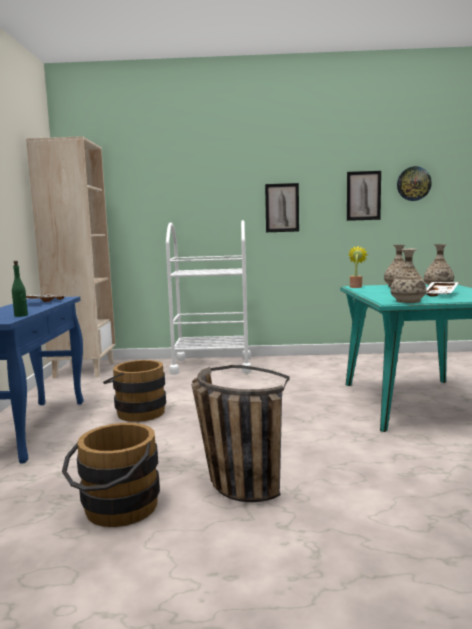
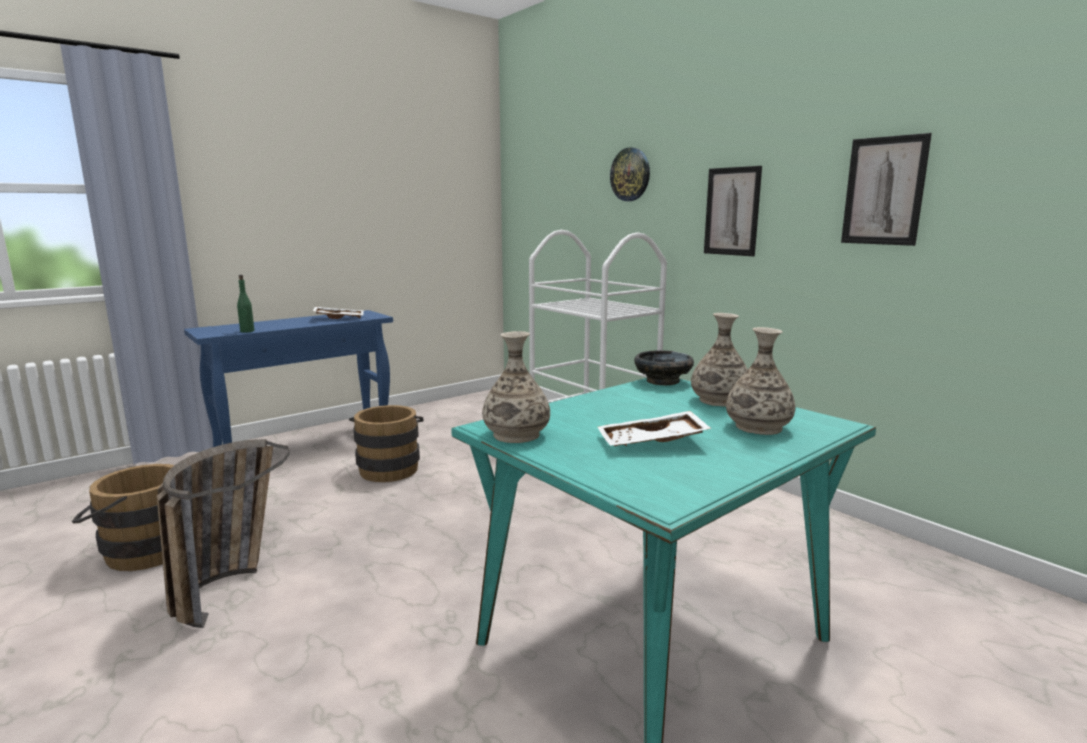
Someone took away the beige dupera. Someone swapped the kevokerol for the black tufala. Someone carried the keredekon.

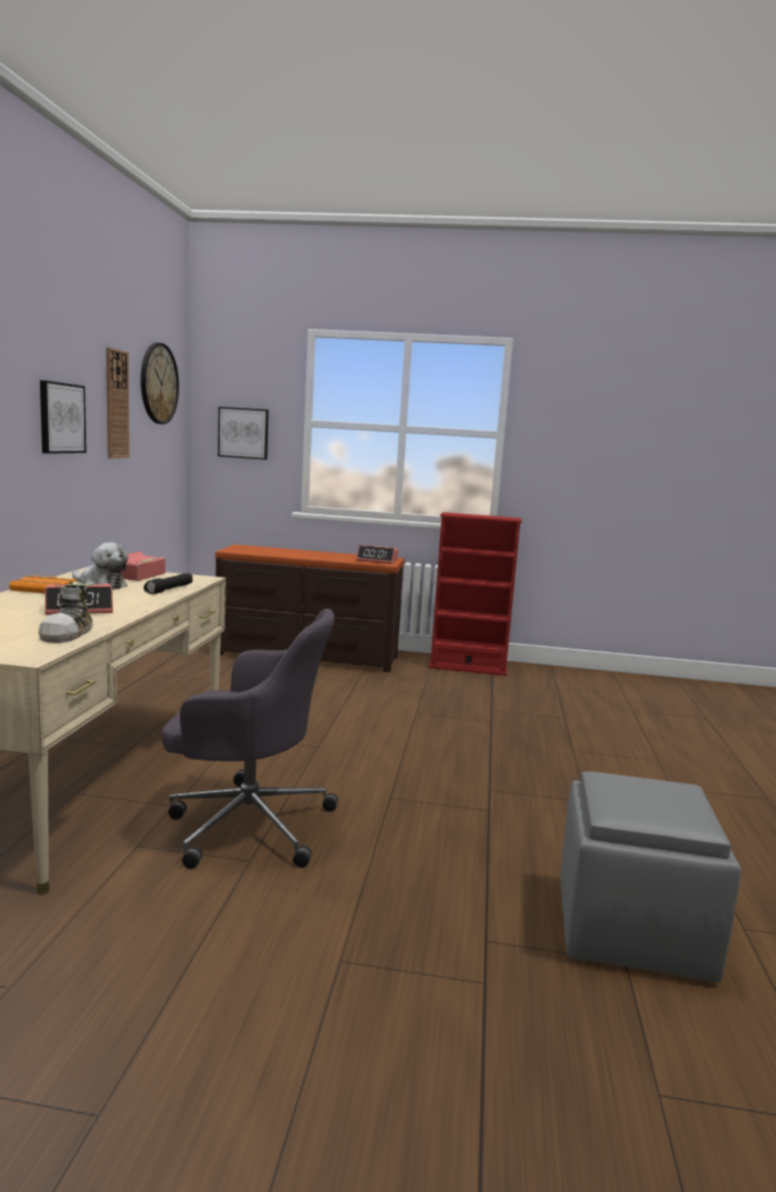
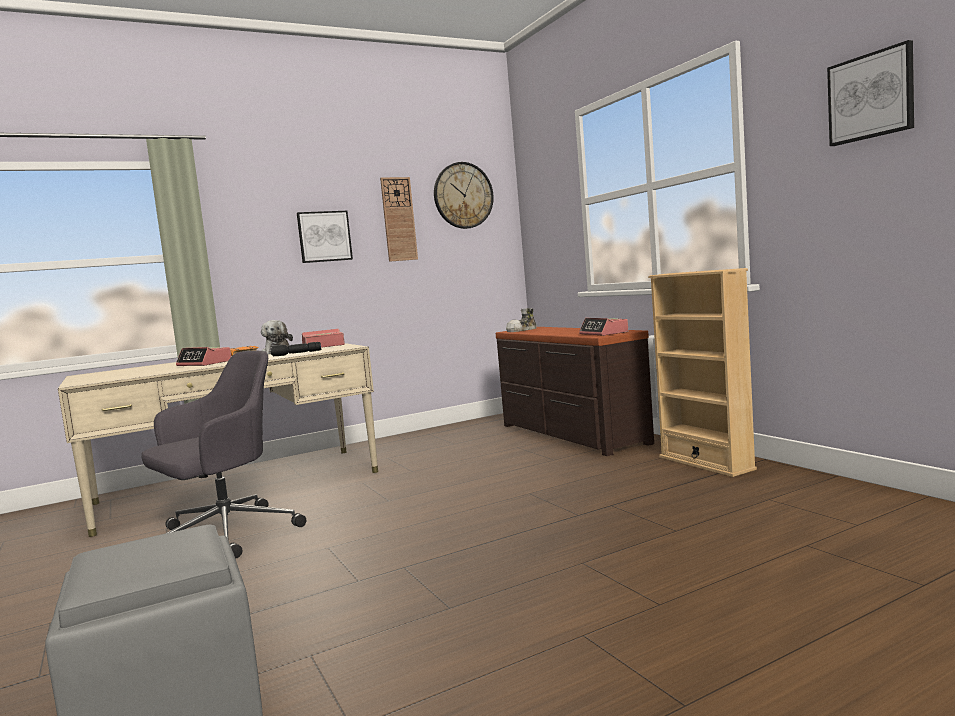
Someone carried the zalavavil. Someone rotated the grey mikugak by 105 degrees counterclockwise. Someone carried the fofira (no. 2 from left). Someone repainted the red dupera, which became the beige dupera.

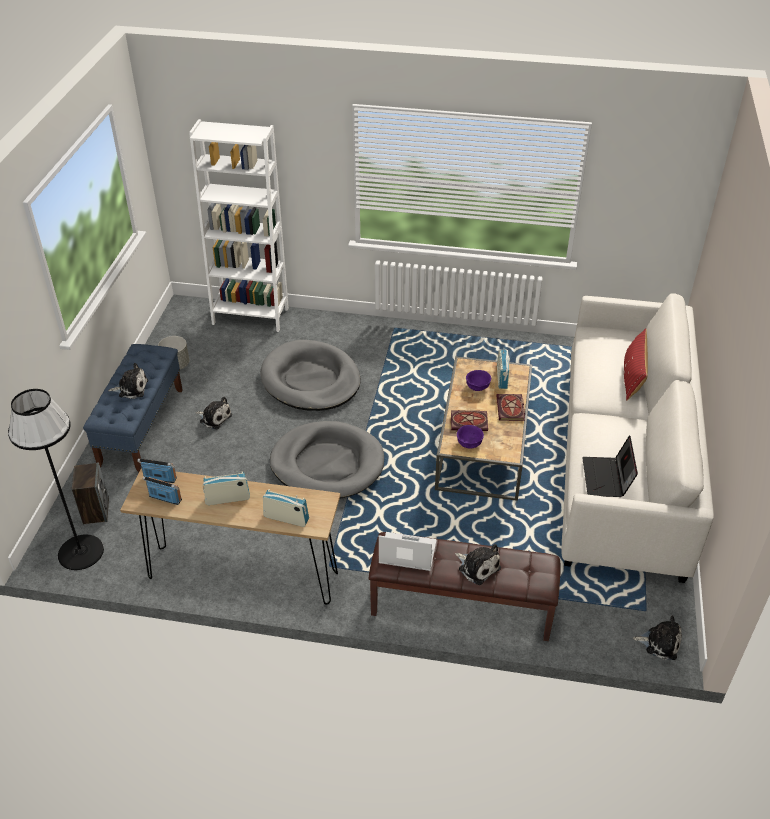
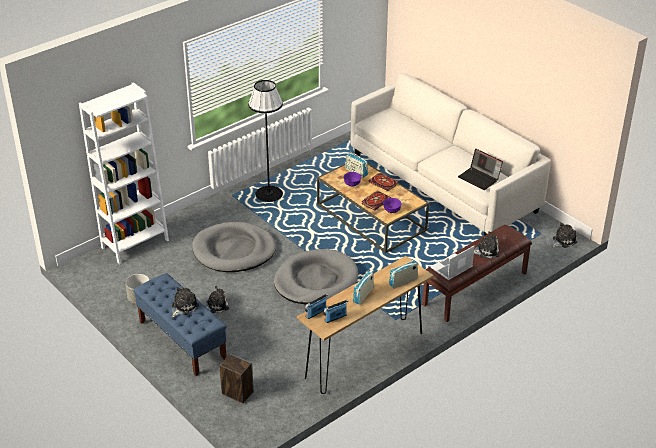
Someone carried the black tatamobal. Someone took away the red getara.

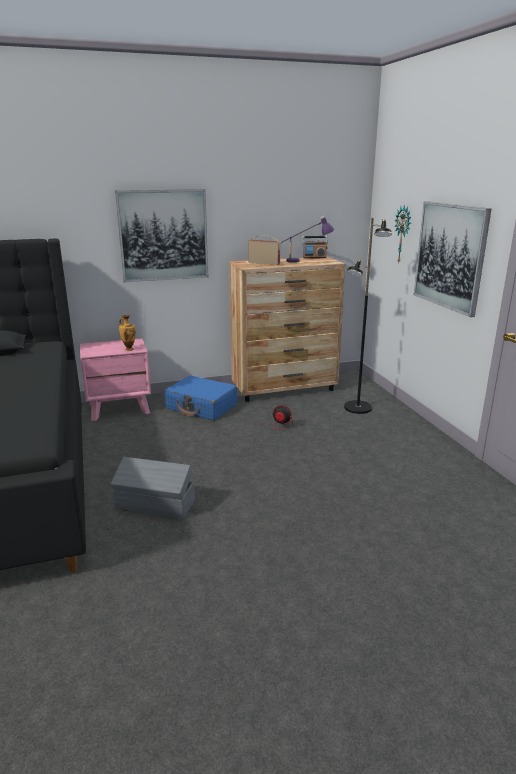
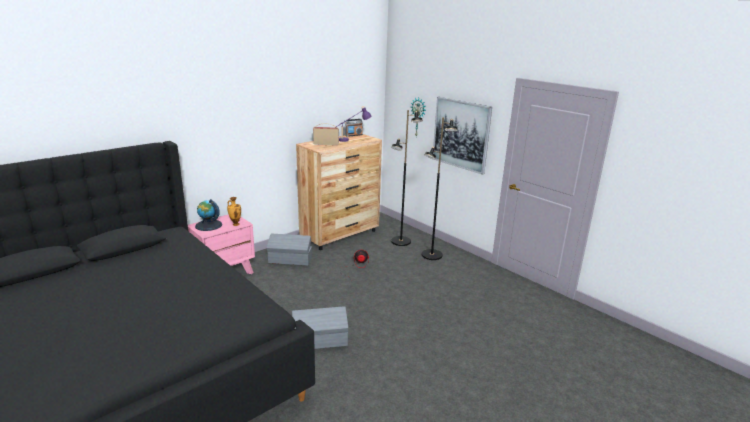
Someone took away the fofira (no. 1 from left). Someone swapped the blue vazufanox for the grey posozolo (no. 1 from left). Someone put down the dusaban. Someone put down the black tatamobal (no. 2 from left).

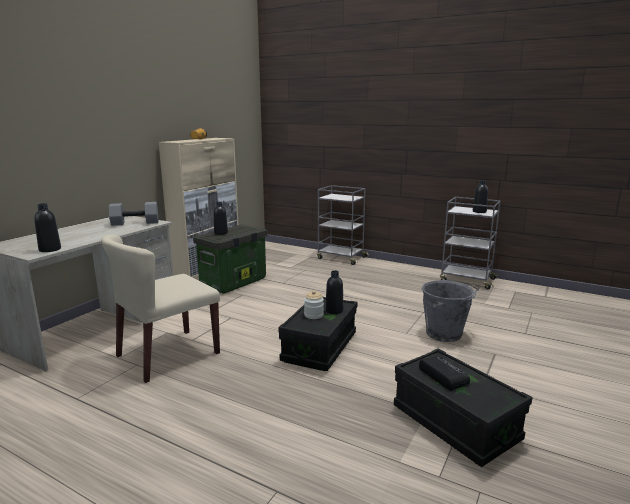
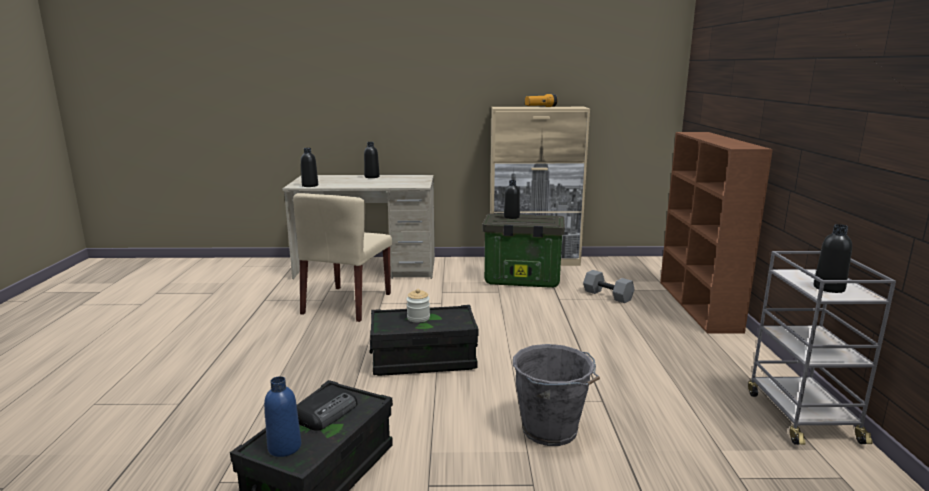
Someone rotated the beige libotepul by 90 degrees counterclockwise. Someone carried the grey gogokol. Someone swapped the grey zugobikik (no. 1 from left) for the brown dupera. Someone carried the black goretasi (no. 3 from left in the first image). Someone put down the blue goretasi.

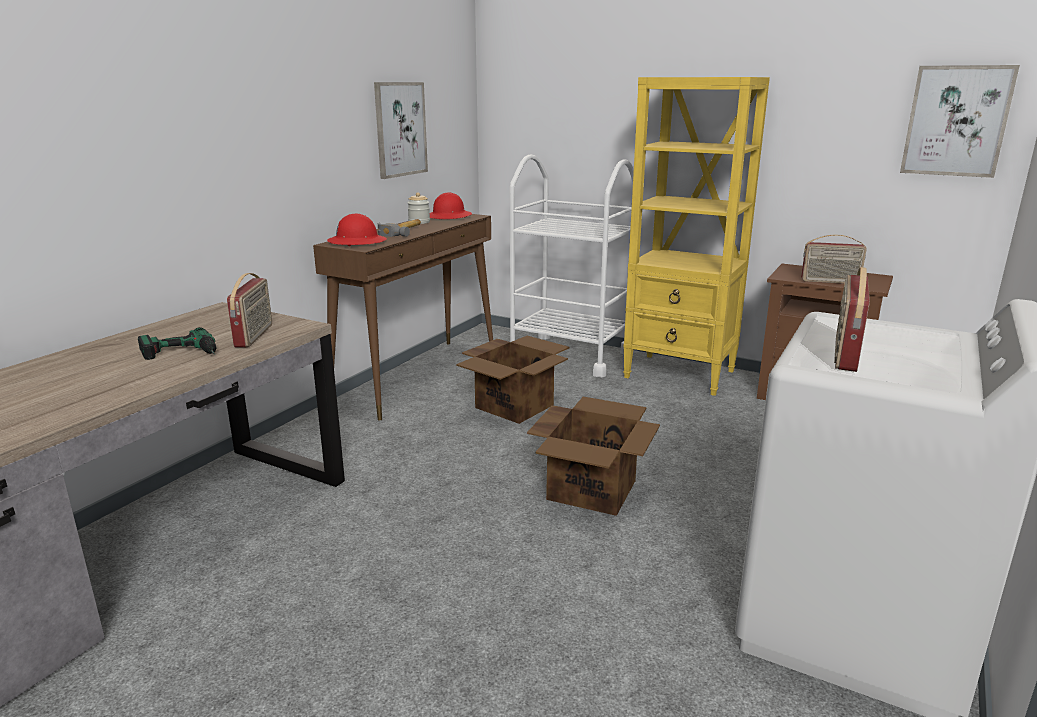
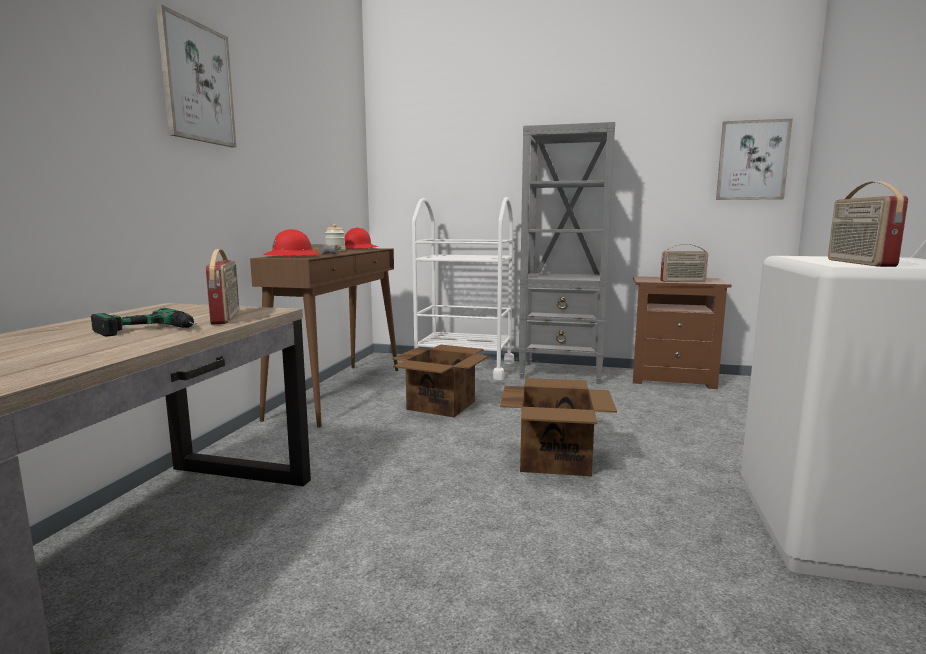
Someone carried the fofira (no. 1 from left). Someone repainted the yellow dupera, which became the grey dupera.

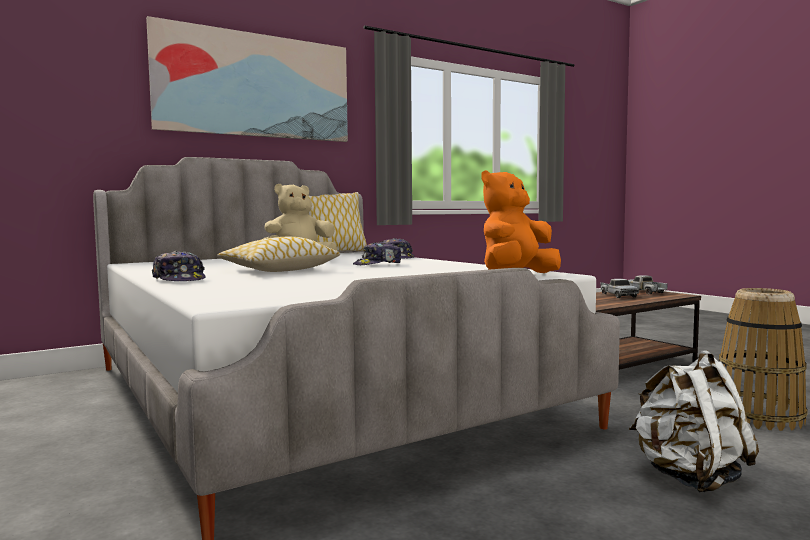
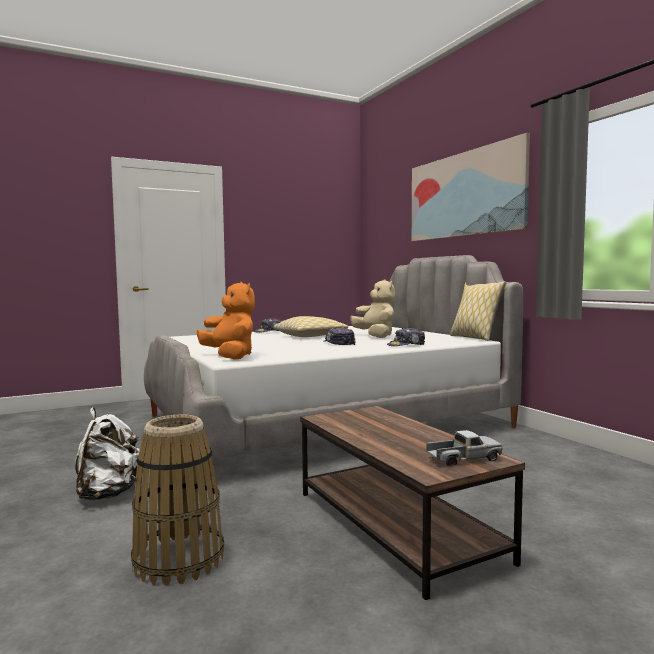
Someone took away the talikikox (no. 1 from left).

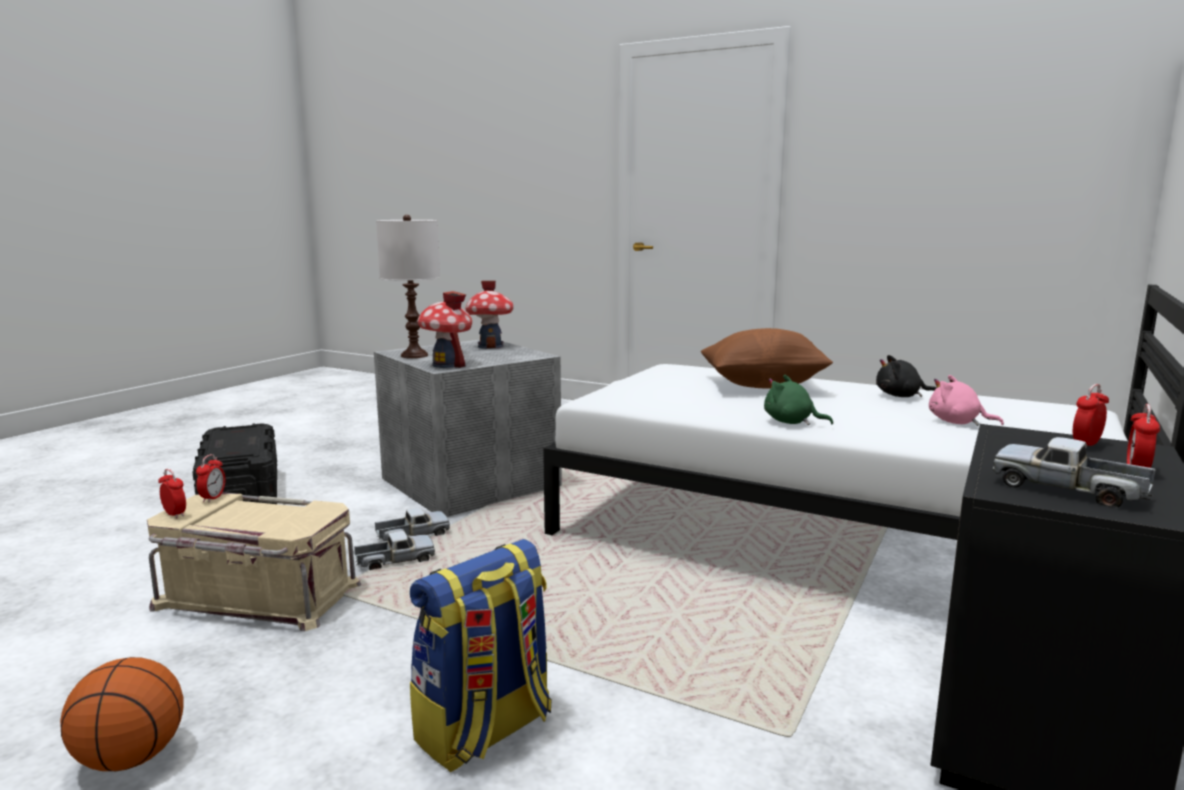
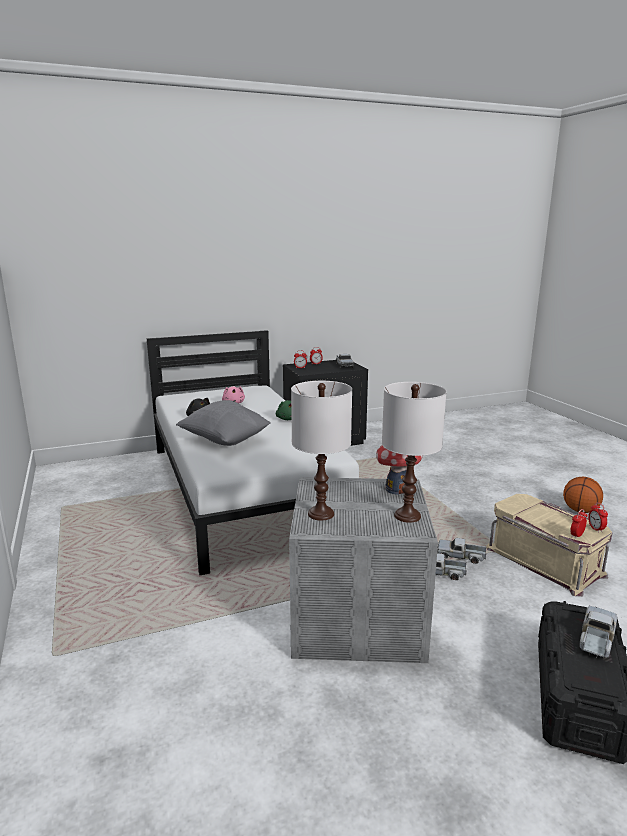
Someone took away the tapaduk. Someone swapped the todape (no. 2 from left) for the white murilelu (no. 1 from left). Someone repainted the brown getara, which became the grey getara. Someone put down the talikikox (no. 4 from left).

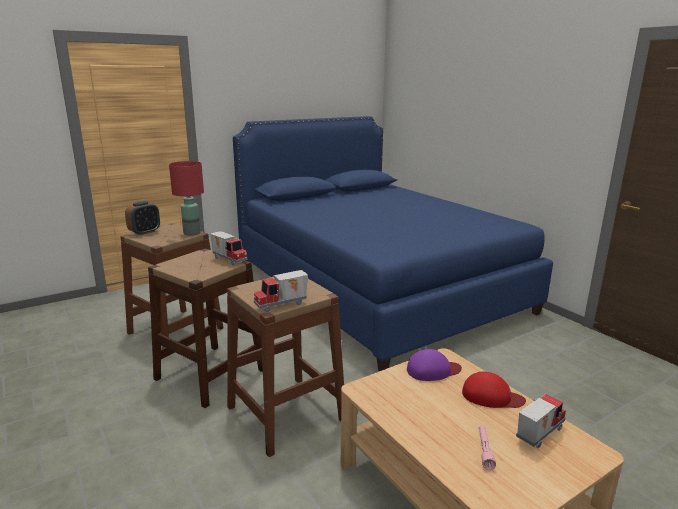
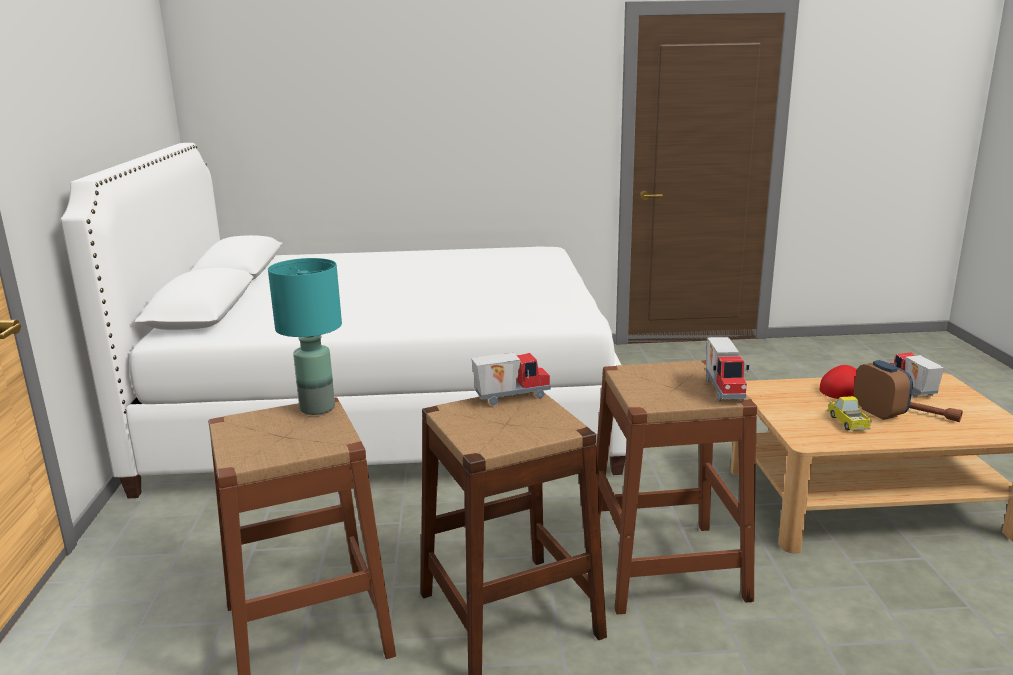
Someone carried the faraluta. Someone repainted the red murilelu, which became the turquoise murilelu. Someone repainted the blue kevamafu, which became the white kevamafu. Someone took away the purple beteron. Someone repainted the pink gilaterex, which became the brown gilaterex. Someone put down the talikikox (no. 3 from left).

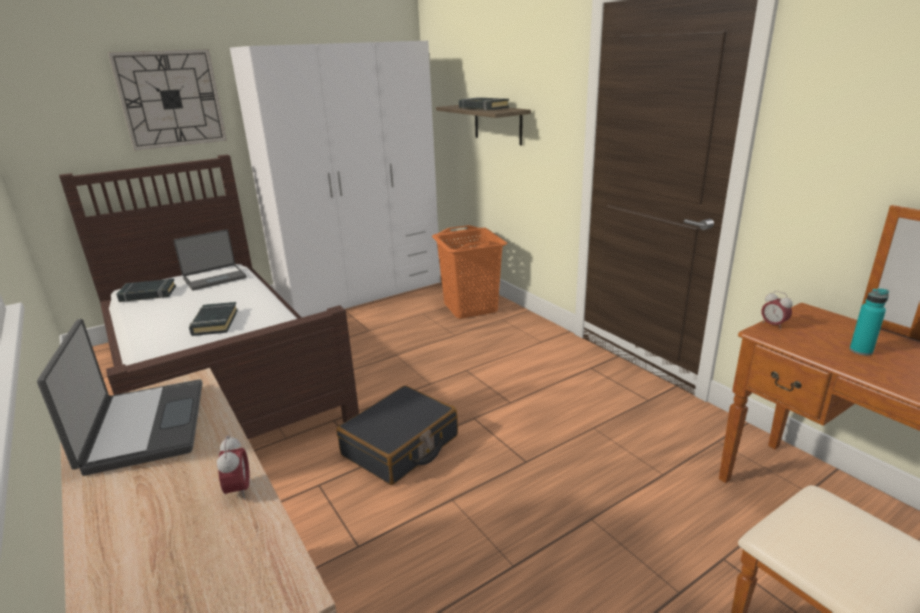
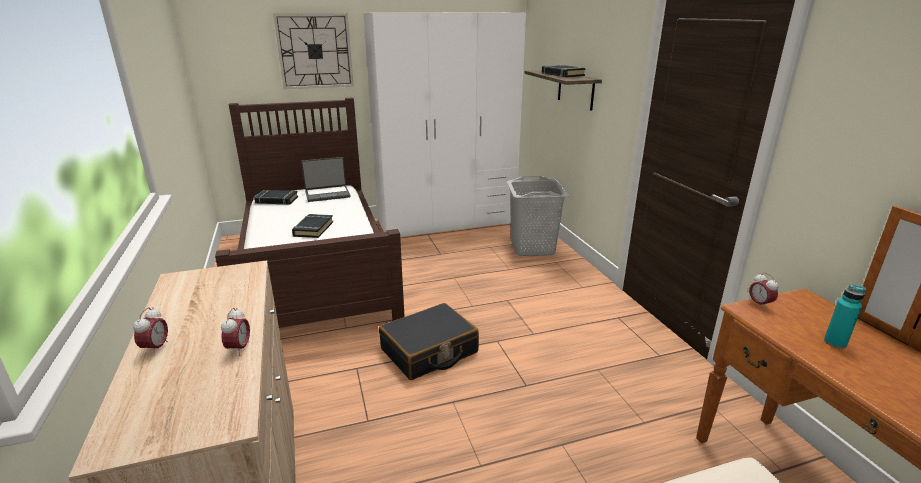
Someone took away the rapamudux (no. 1 from left). Someone repainted the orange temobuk, which became the grey temobuk. Someone put down the faraluta (no. 1 from left).

